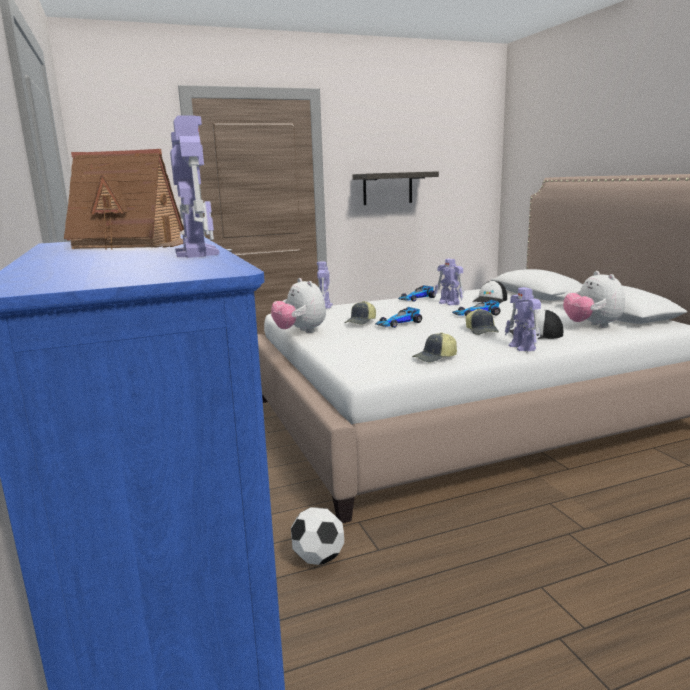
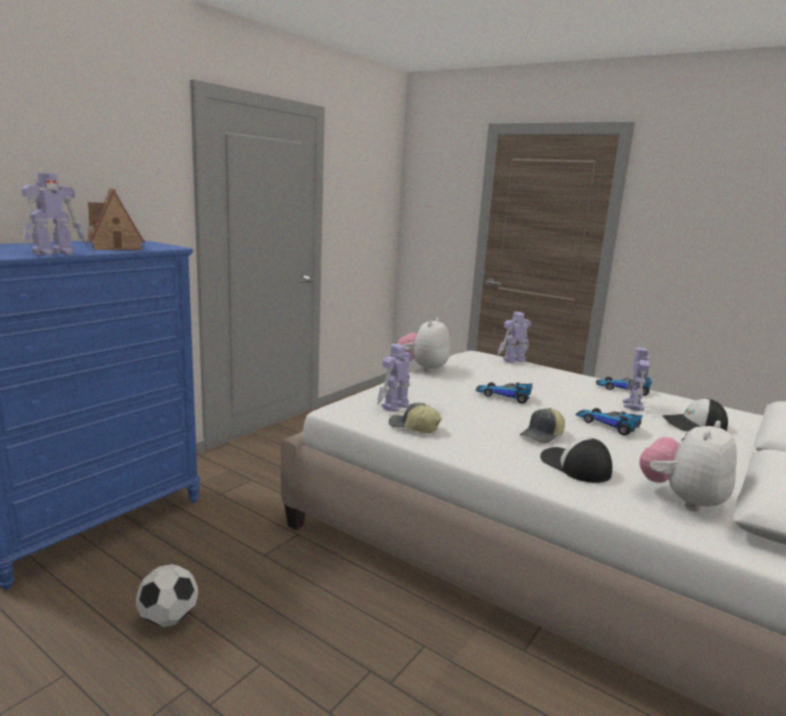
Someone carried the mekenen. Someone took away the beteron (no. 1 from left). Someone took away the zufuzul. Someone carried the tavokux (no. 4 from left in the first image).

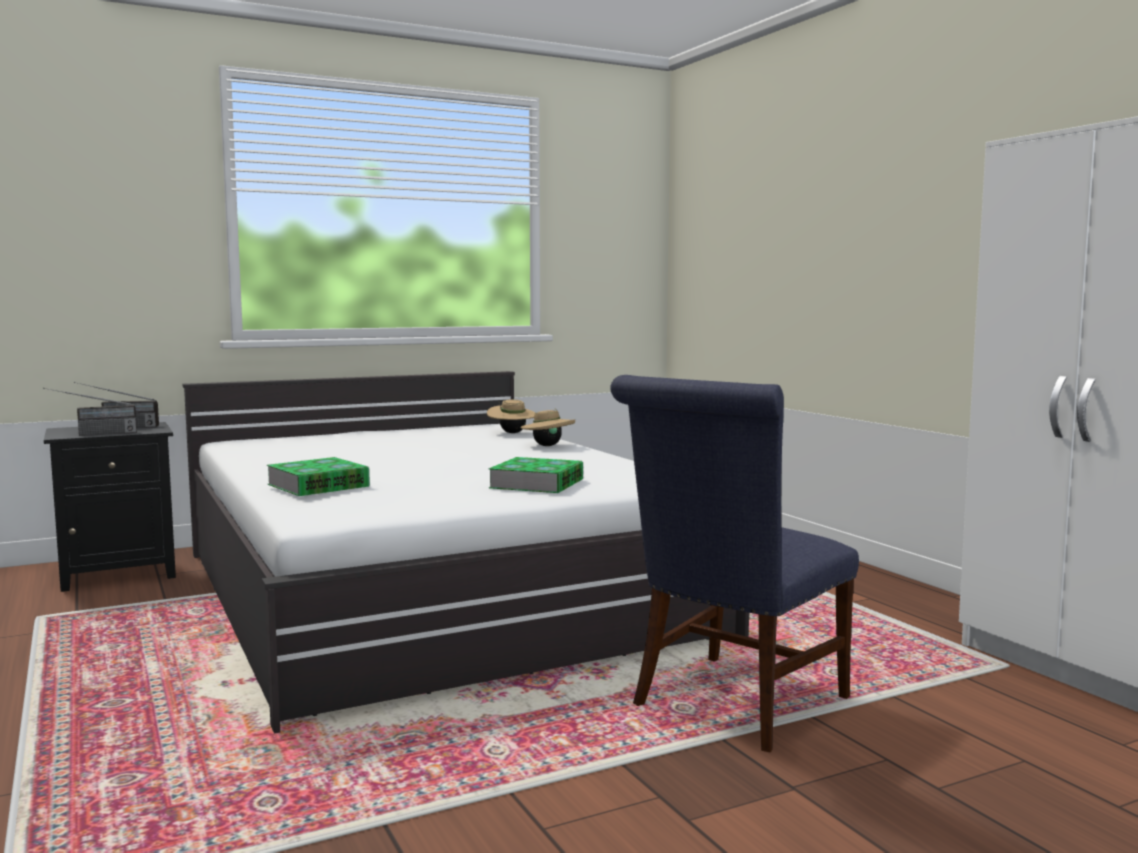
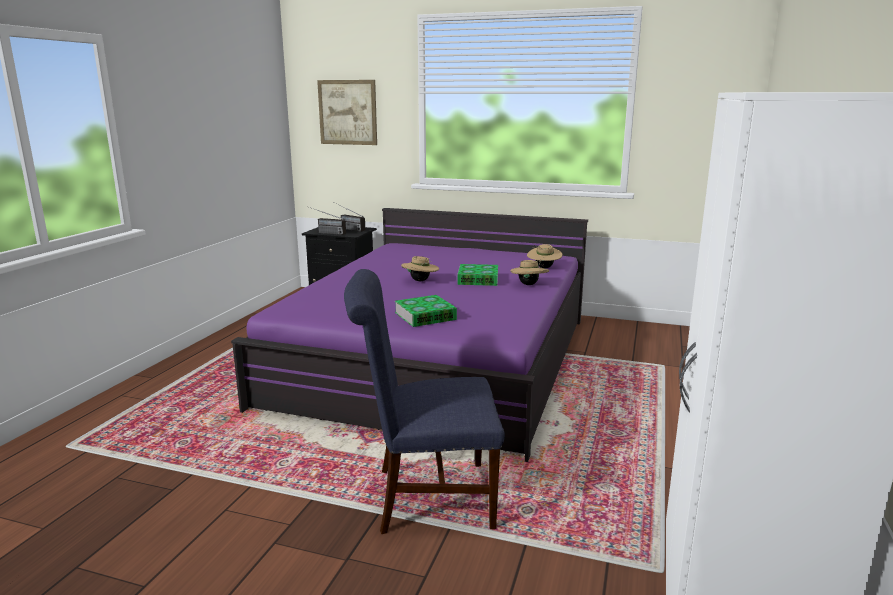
Someone repainted the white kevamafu, which became the purple kevamafu. Someone carried the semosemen (no. 1 from left in the first image). Someone put up the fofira. Someone put down the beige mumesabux (no. 1 from left).

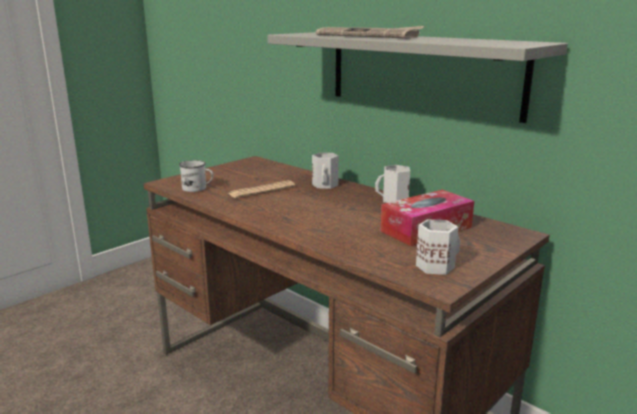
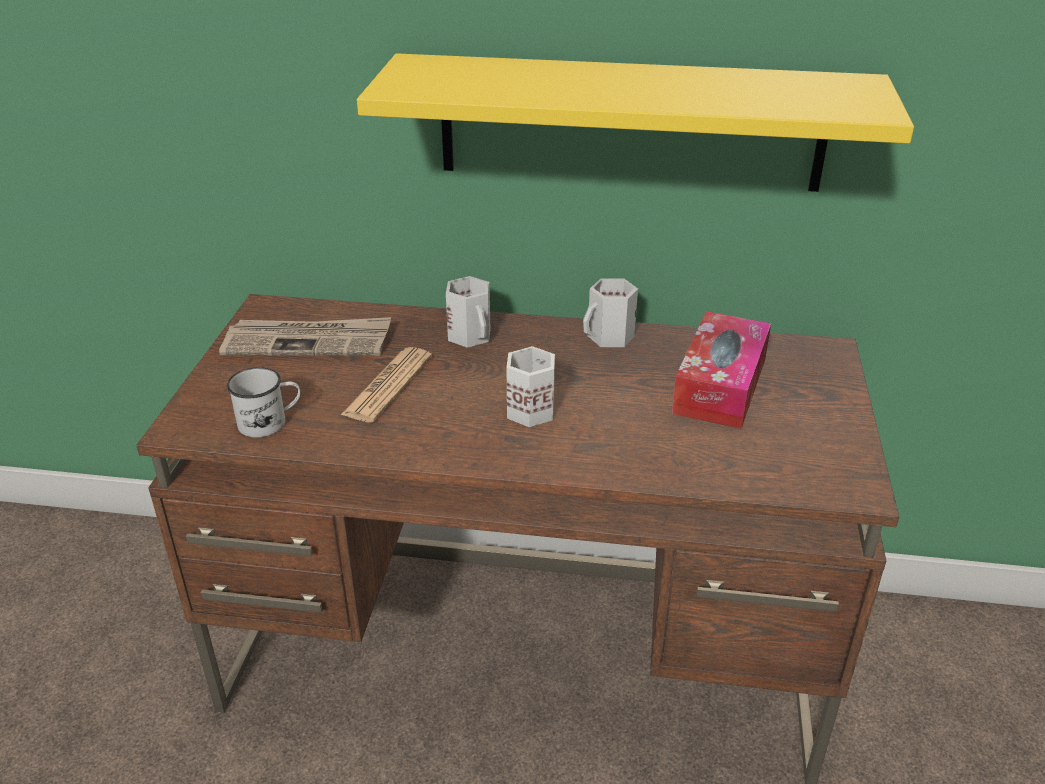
Someone repainted the grey zufuzul, which became the yellow zufuzul. Someone carried the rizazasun (no. 2 from left in the first image). Someone carried the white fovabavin (no. 4 from left in the first image).

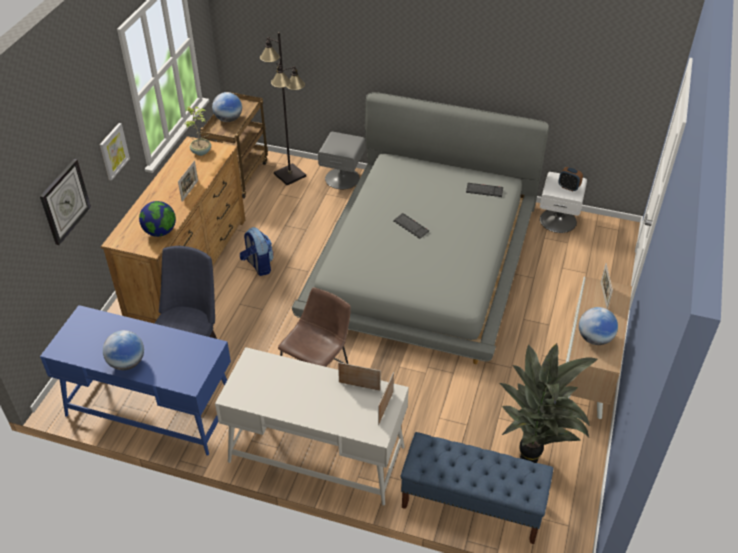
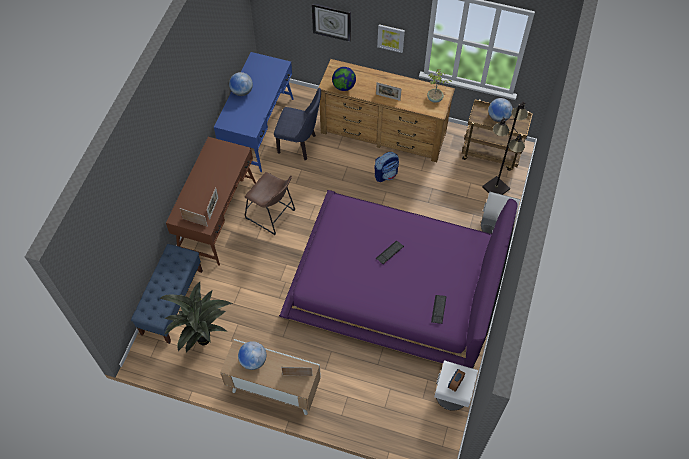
Someone repainted the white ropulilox, which became the brown ropulilox. Someone repainted the grey kevamafu, which became the purple kevamafu.

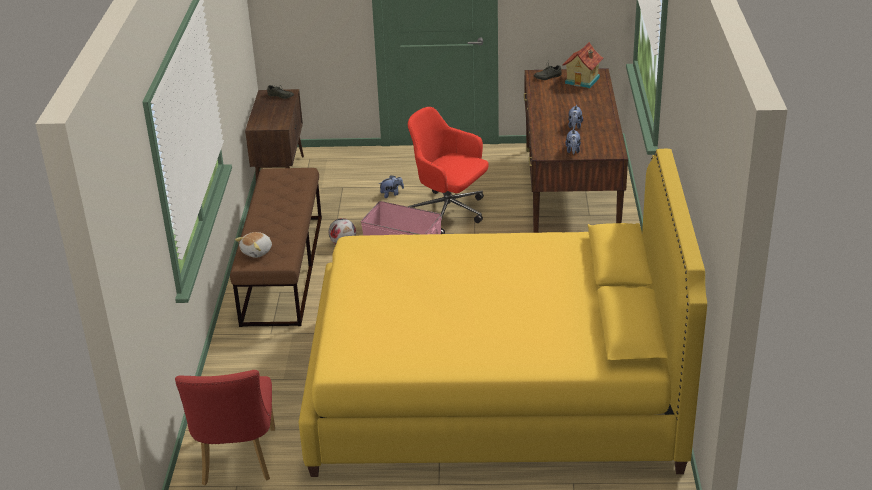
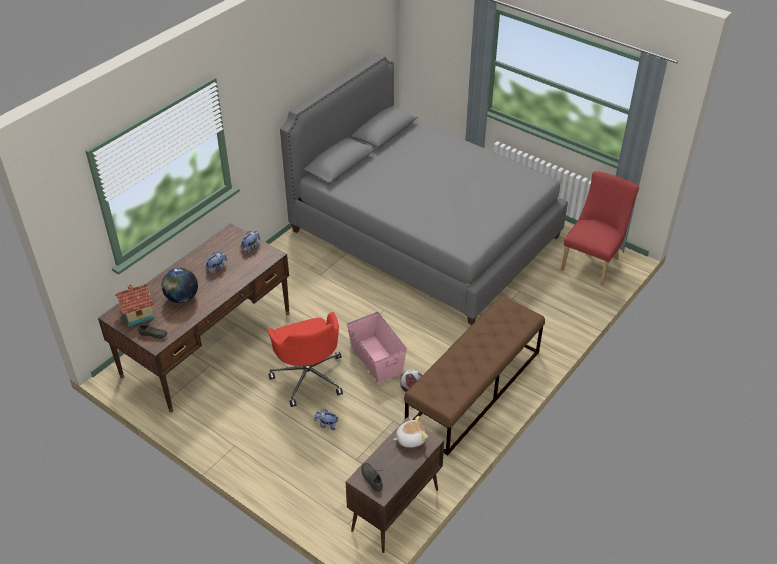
Someone carried the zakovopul (no. 1 from left in the first image). Someone repainted the yellow kevamafu, which became the grey kevamafu. Someone put down the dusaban.

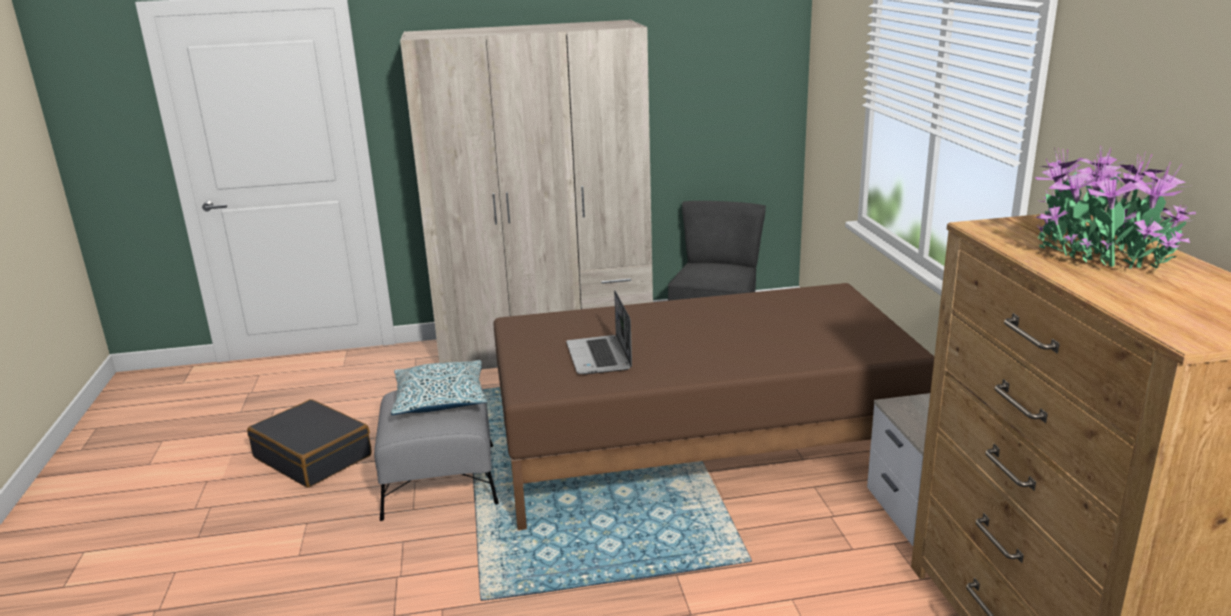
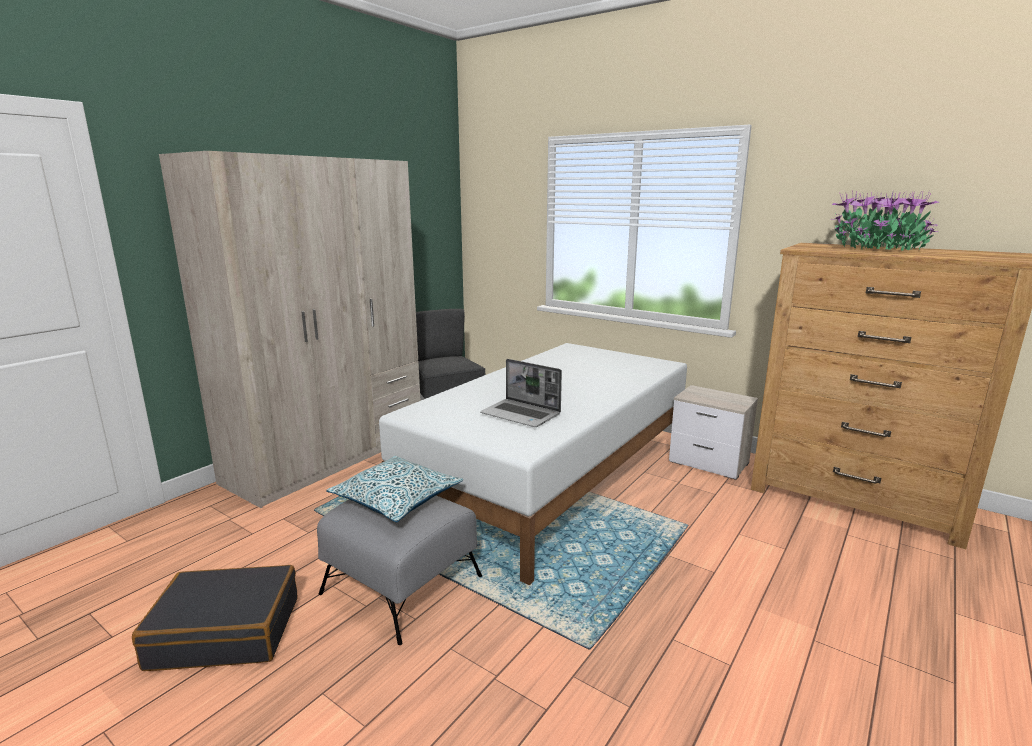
Someone repainted the brown kevamafu, which became the white kevamafu.

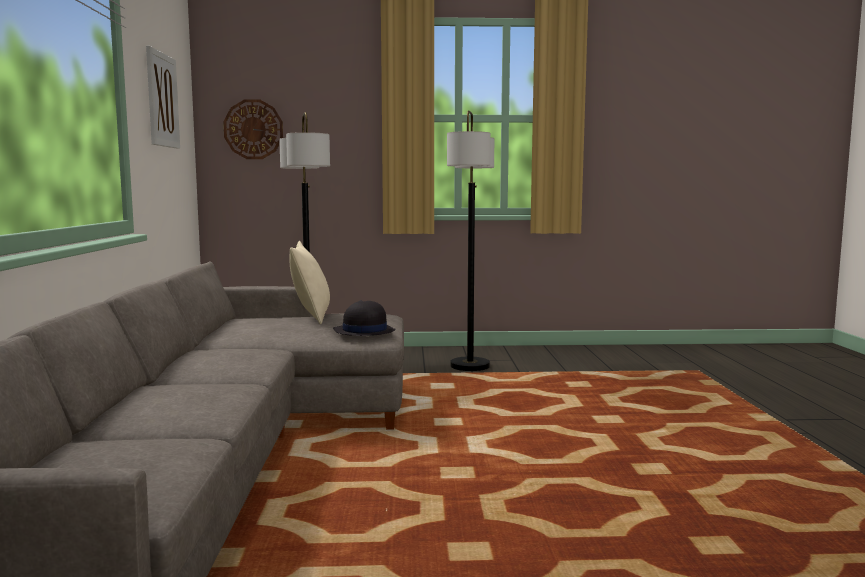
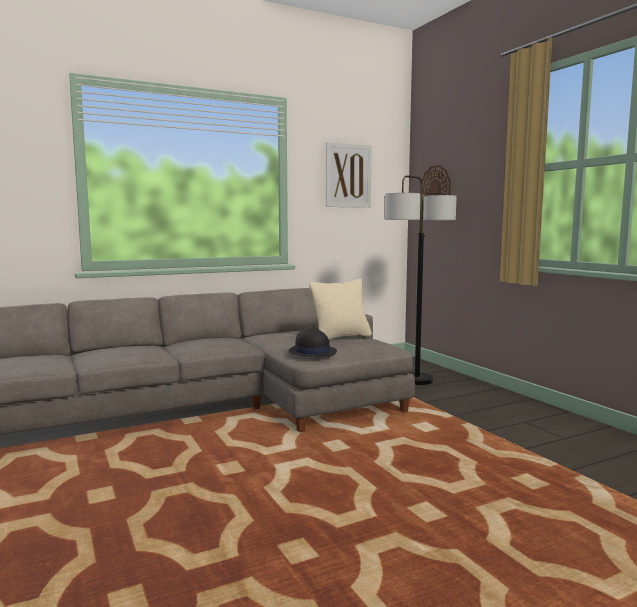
Someone took away the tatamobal (no. 2 from left).

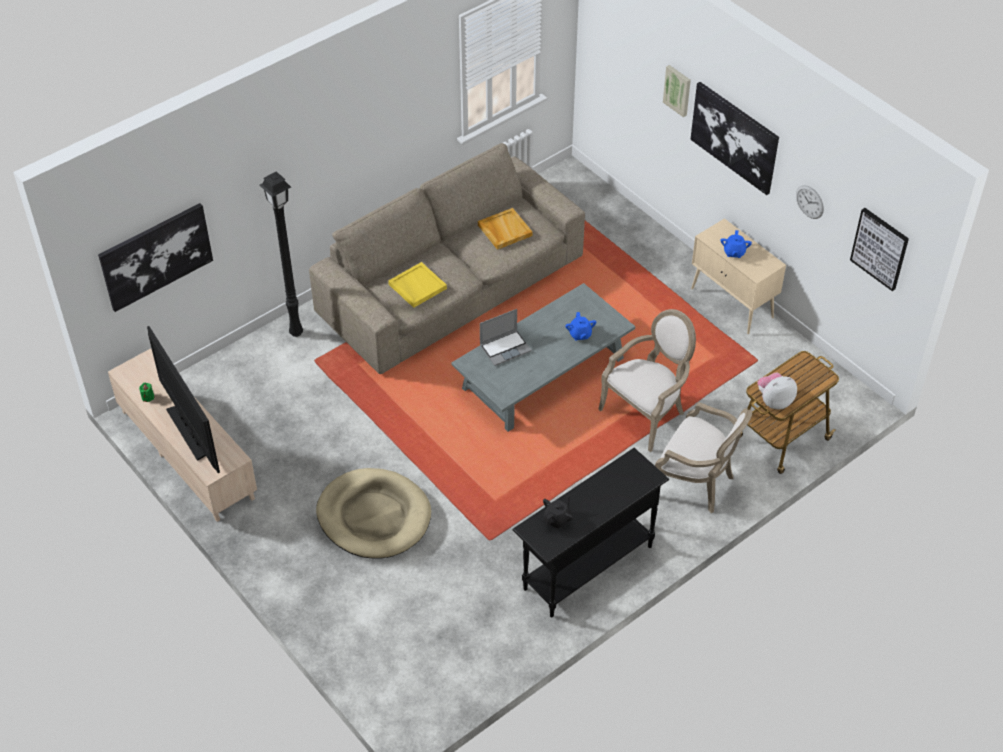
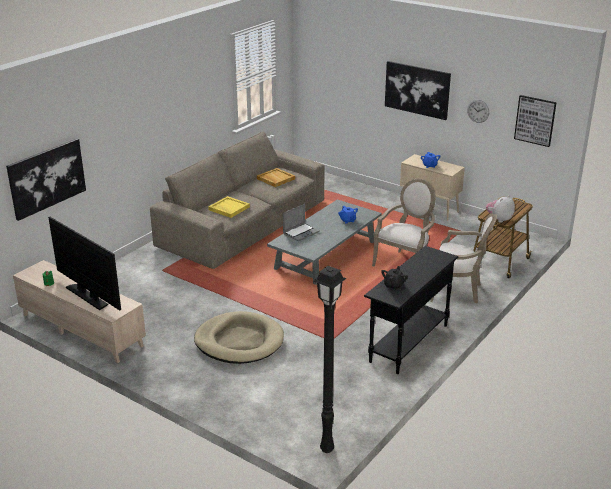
Someone carried the black tatamobal. Someone took away the fofira (no. 2 from left).

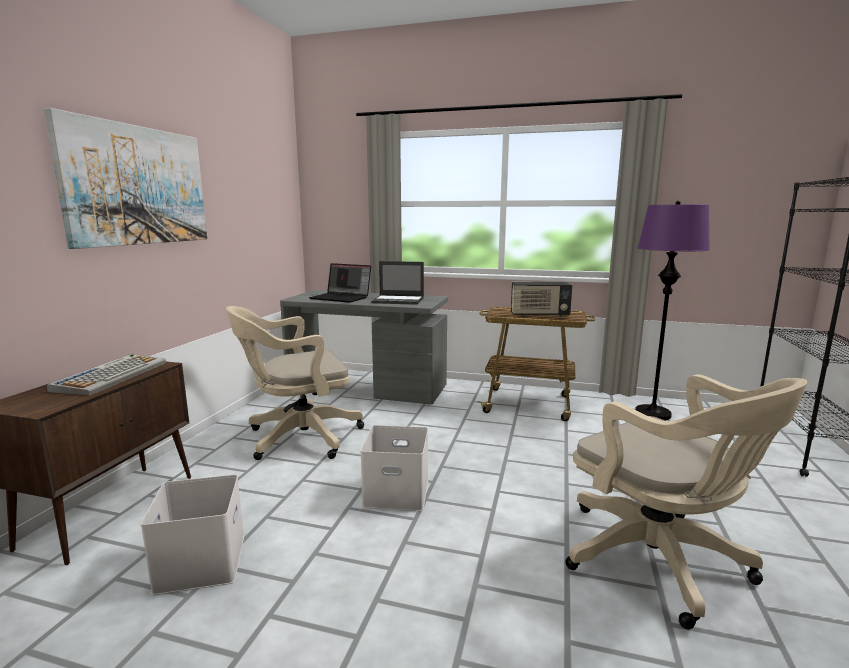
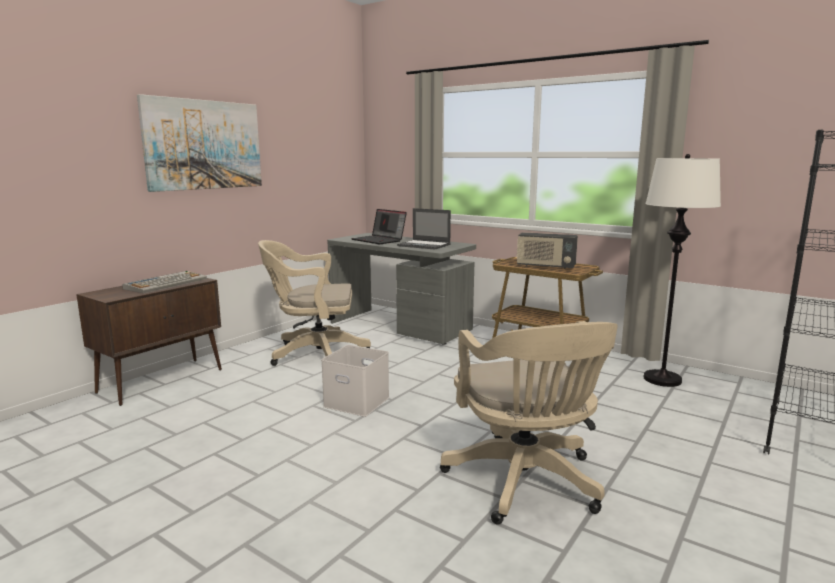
Someone took away the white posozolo (no. 1 from left). Someone repainted the purple tatamobal, which became the white tatamobal.

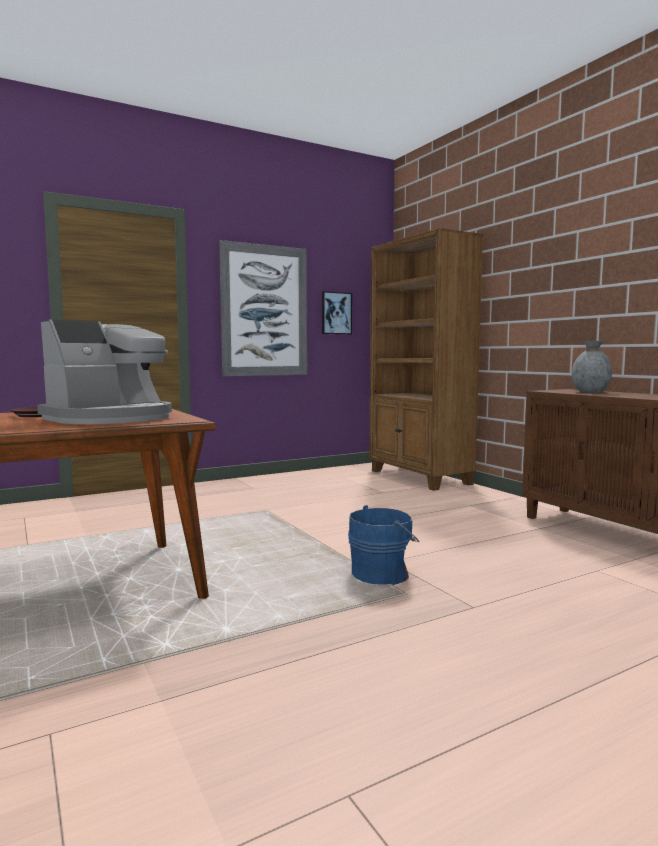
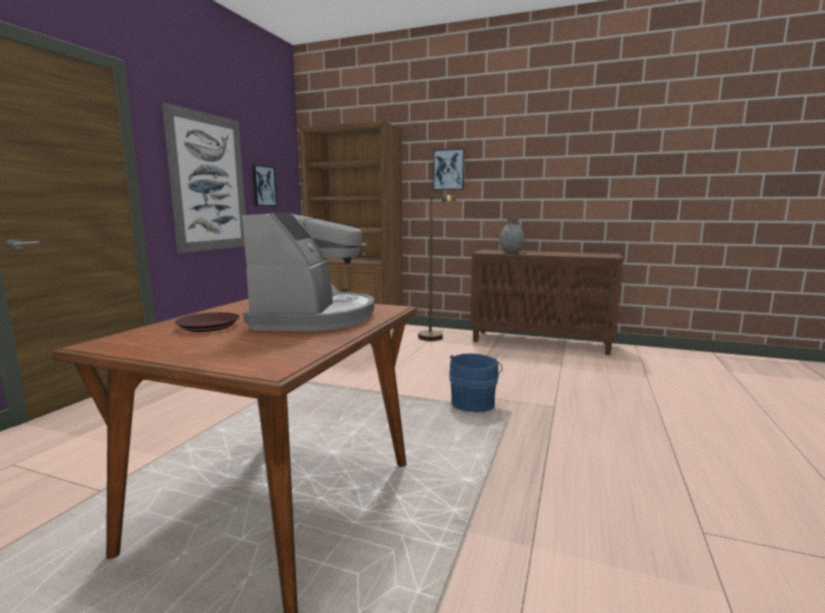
Someone put down the brown tatamobal. Someone put up the fofira (no. 3 from left).

